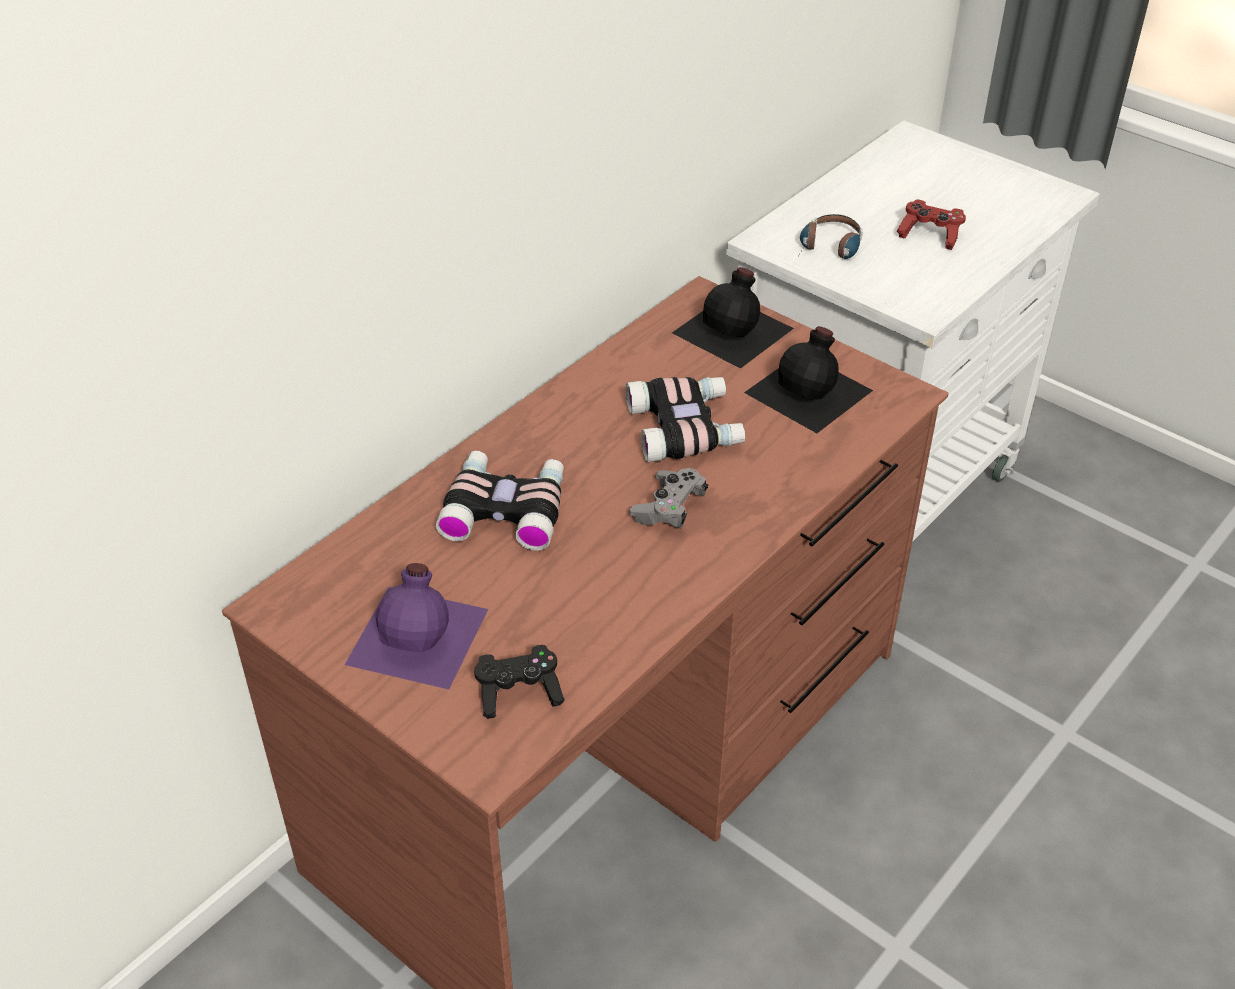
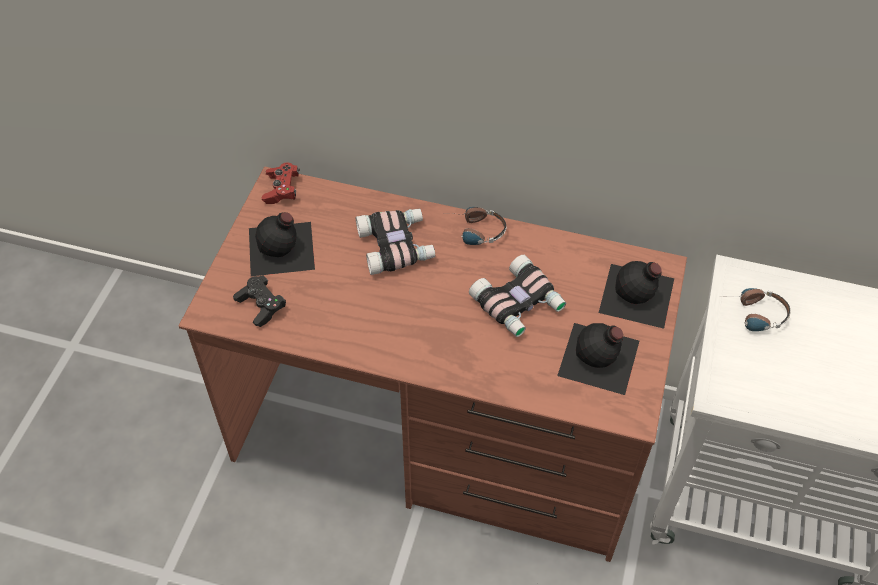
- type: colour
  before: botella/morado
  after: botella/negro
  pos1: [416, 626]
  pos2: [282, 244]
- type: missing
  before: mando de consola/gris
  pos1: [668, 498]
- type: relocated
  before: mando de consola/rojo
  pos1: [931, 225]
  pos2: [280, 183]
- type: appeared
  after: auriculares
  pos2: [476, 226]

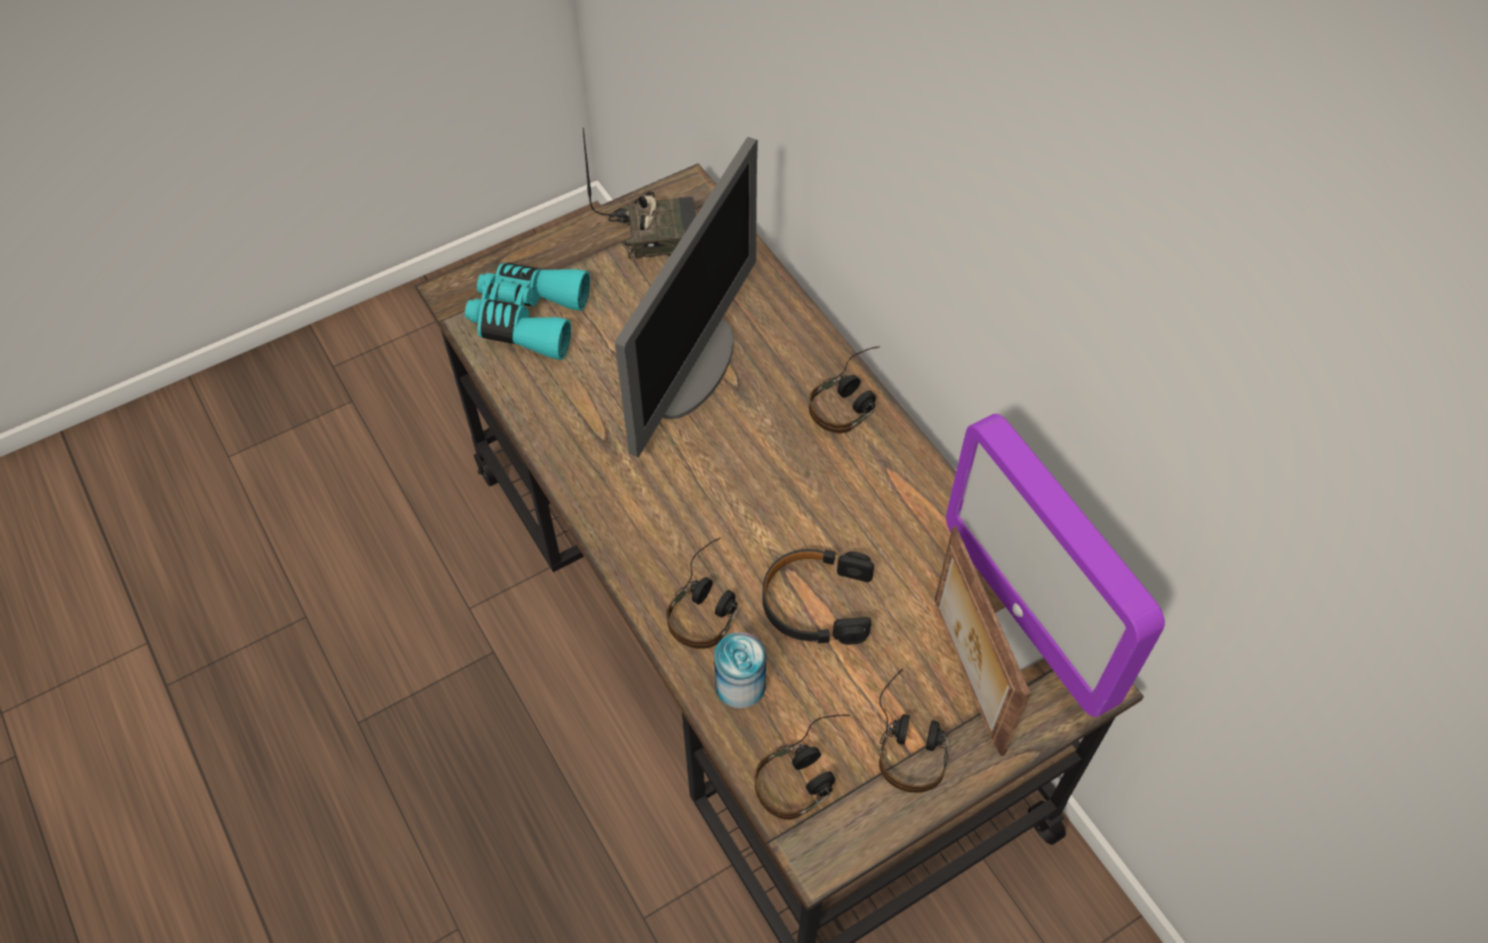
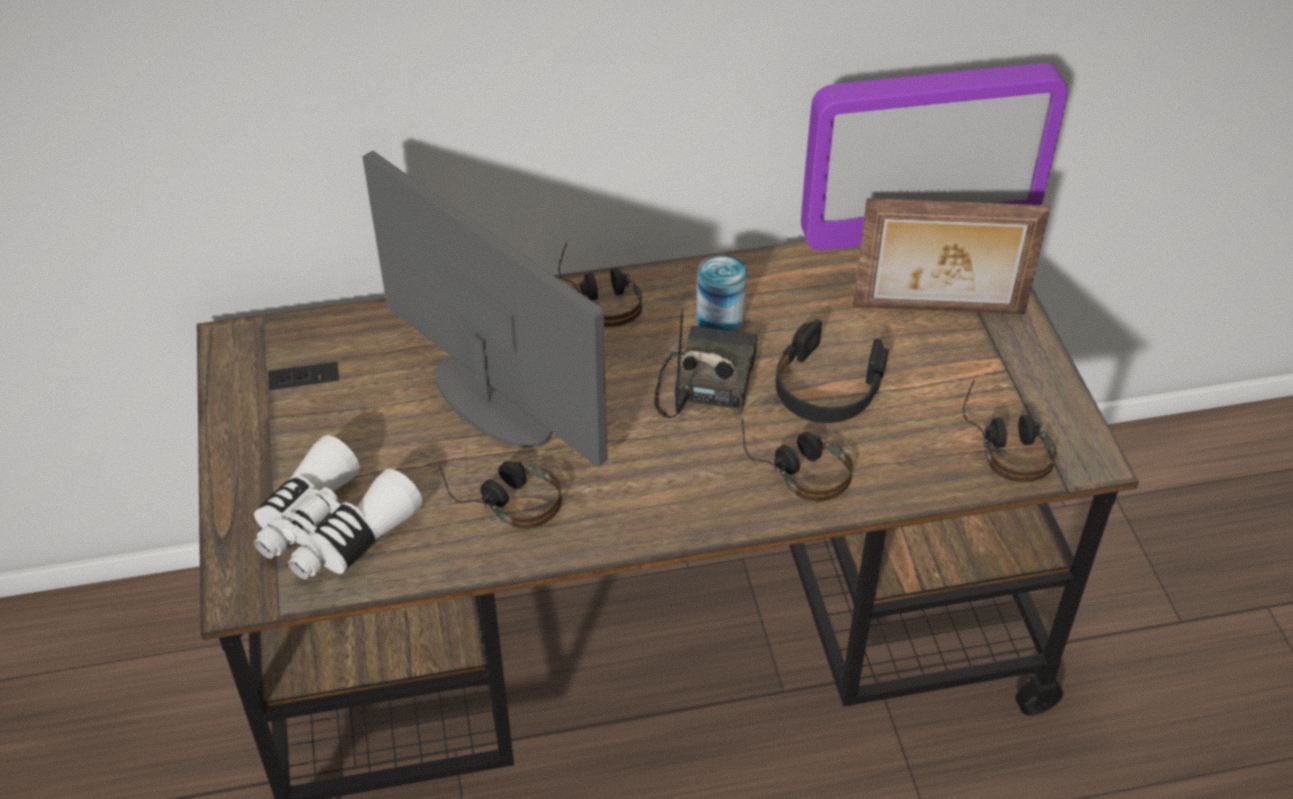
- type: colour
  before: prismáticos/turquesa
  after: prismáticos/blanco
  pos1: [527, 311]
  pos2: [338, 507]
- type: relocated
  before: radio
  pos1: [639, 193]
  pos2: [706, 363]
- type: relocated
  before: lata
  pos1: [740, 670]
  pos2: [722, 293]
- type: relocated
  before: auriculares
  pos1: [913, 731]
  pos2: [500, 495]

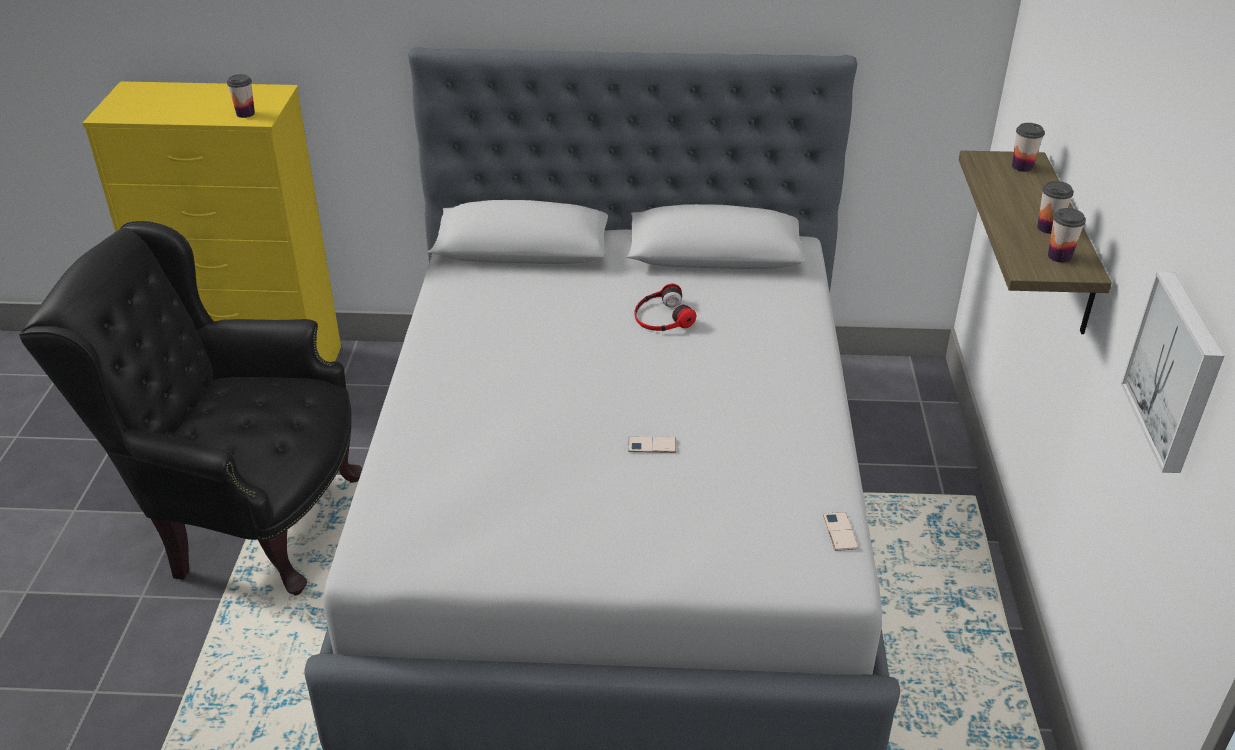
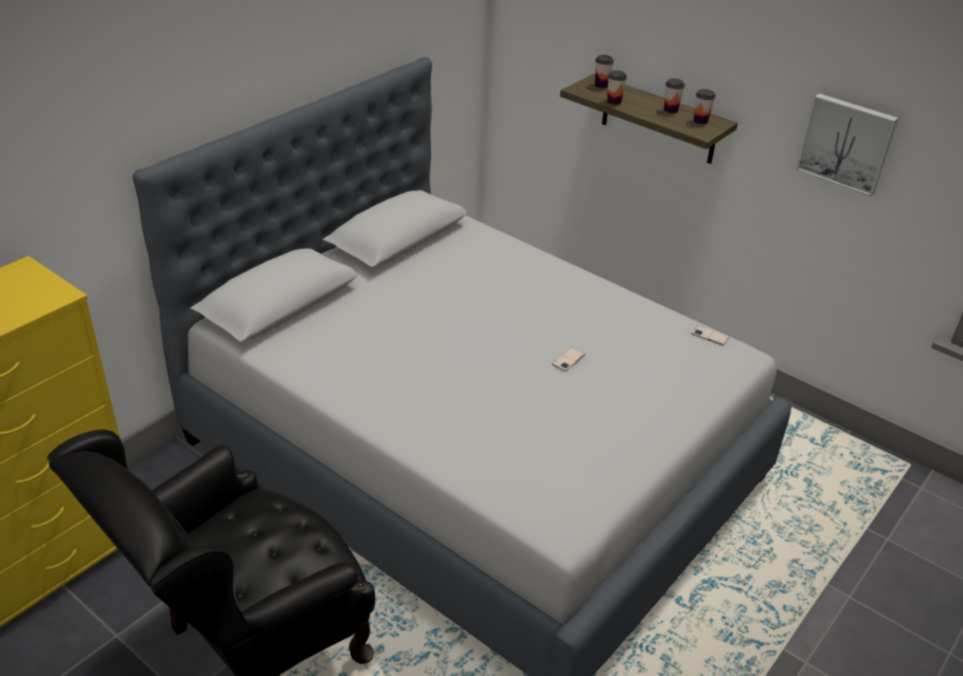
- type: relocated
  before: taza
  pos1: [241, 96]
  pos2: [617, 87]
- type: missing
  before: auriculares
  pos1: [665, 307]

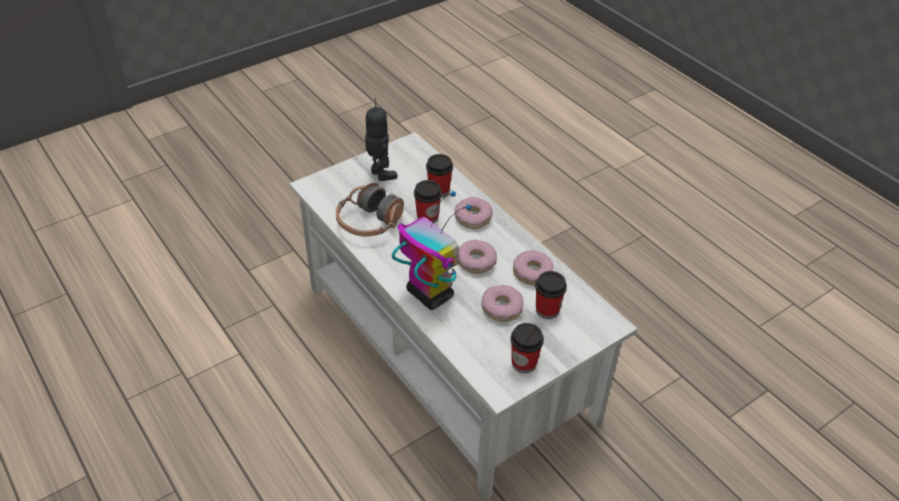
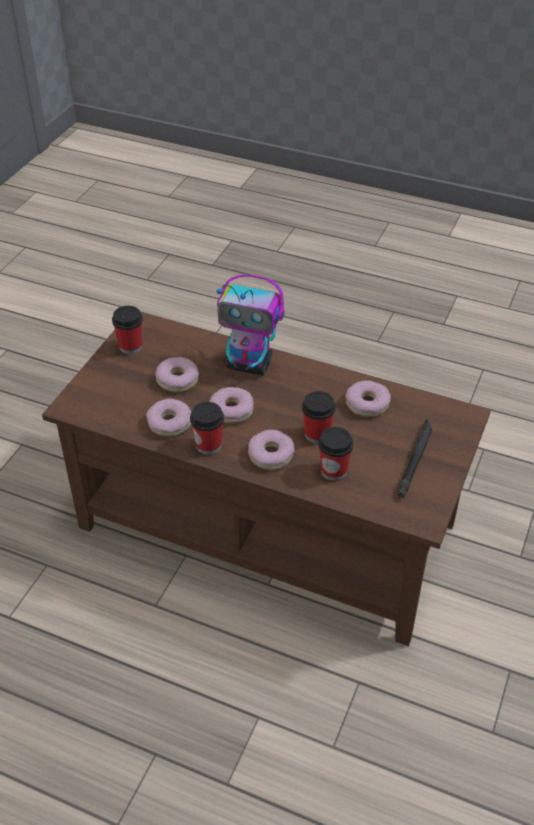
- type: colour
  before: mesa de centro/blanco
  after: mesa de centro/marrón
  pos1: [463, 316]
  pos2: [266, 479]
- type: exchanged
  before: auriculares
  after: rosquilla
  pos1: [370, 210]
  pos2: [368, 398]
- type: exchanged
  before: robot de juguete
  after: linterna/negro
  pos1: [381, 139]
  pos2: [414, 459]
- type: relocated
  before: taza
  pos1: [551, 295]
  pos2: [207, 428]

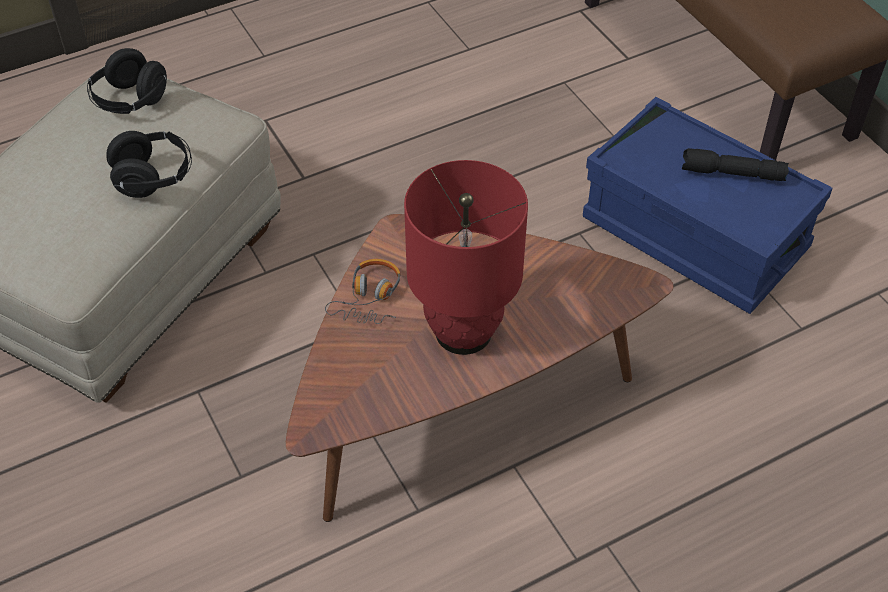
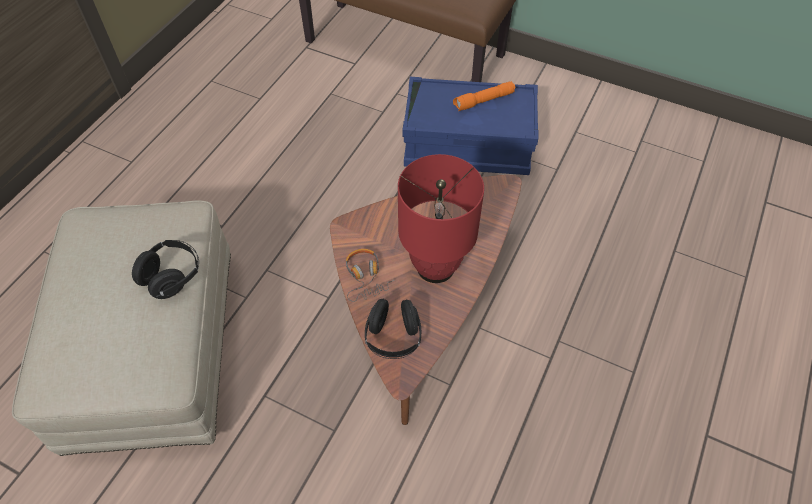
- type: relocated
  before: auriculares/negro
  pos1: [127, 81]
  pos2: [393, 329]
- type: colour
  before: linterna/negro
  after: linterna/naranja
  pos1: [735, 164]
  pos2: [484, 96]

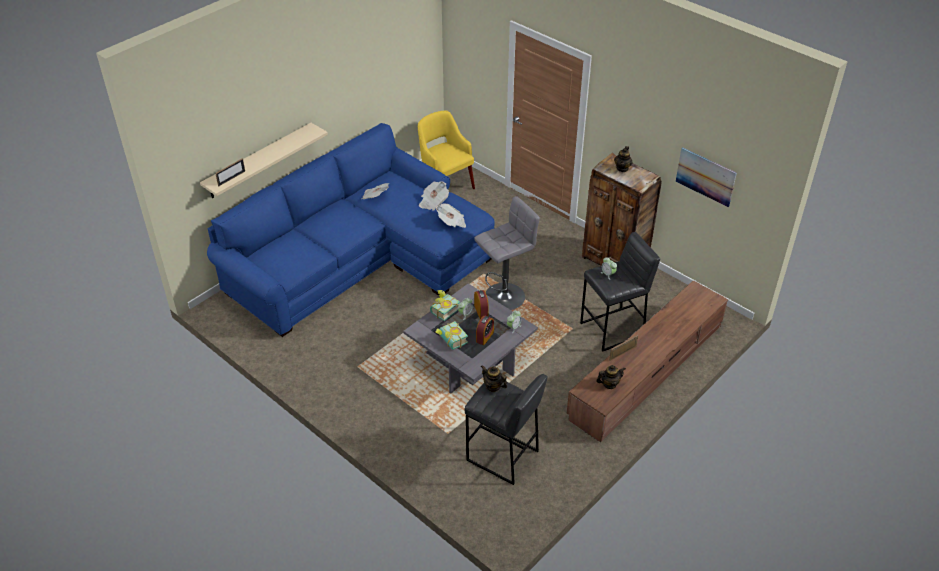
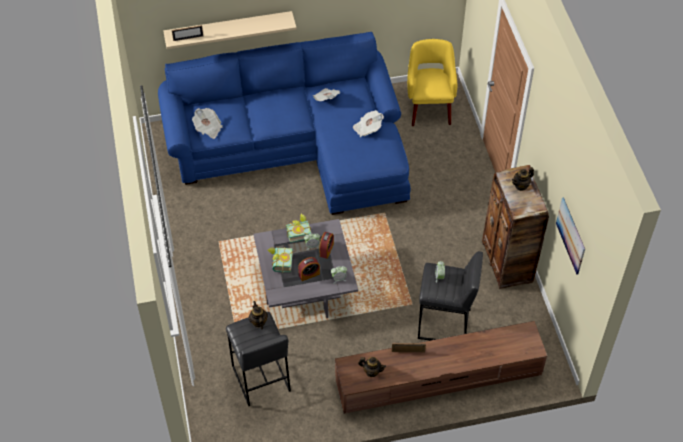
- type: relocated
  before: periódico
  pos1: [451, 216]
  pos2: [207, 123]
- type: missing
  before: taburete/gris
  pos1: [507, 253]

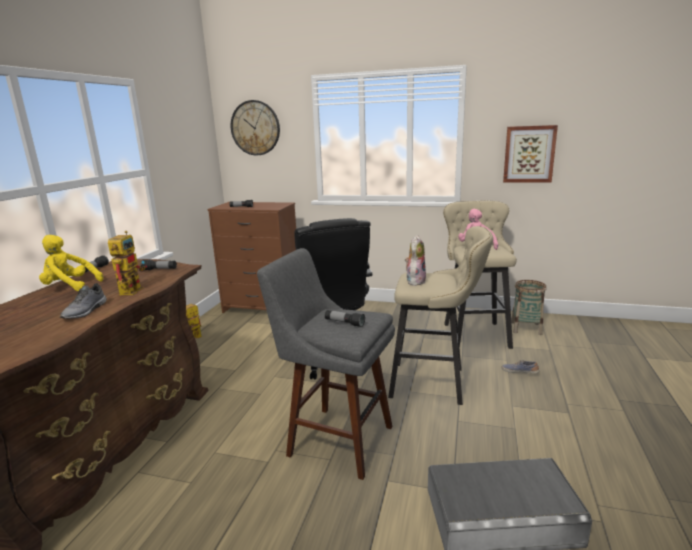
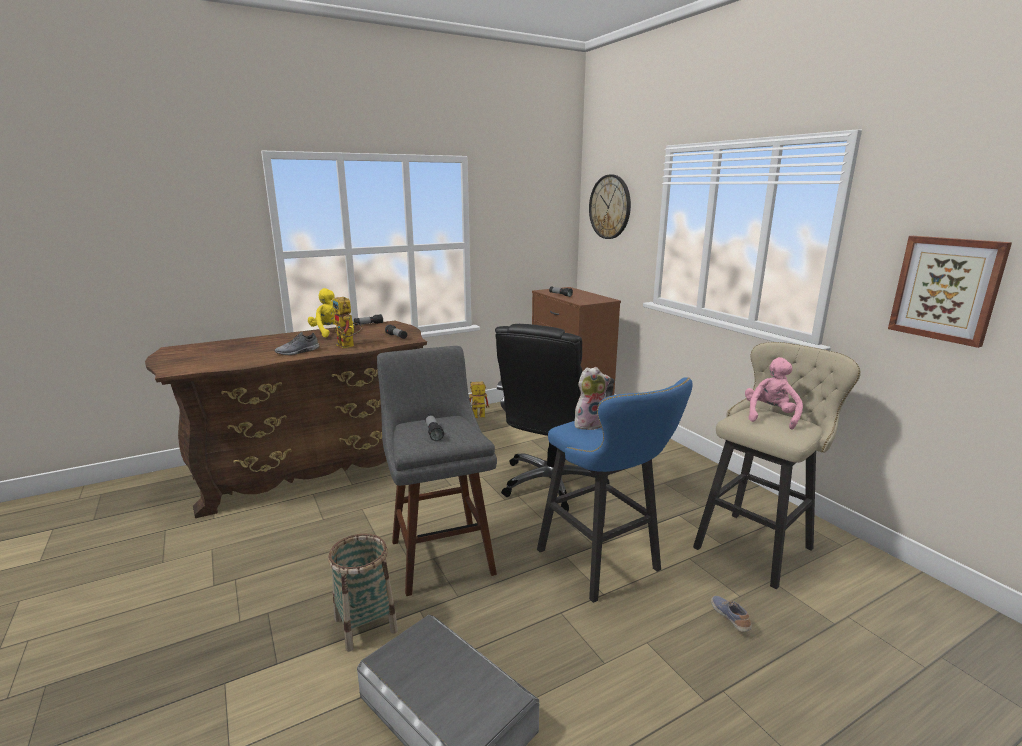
- type: spun
  before: robot de juguete
  pos1: [126, 263]
  pos2: [347, 323]
  turn: 90
- type: colour
  before: taburete/beis
  after: taburete/azul
  pos1: [440, 315]
  pos2: [614, 490]
- type: relocated
  before: cesta
  pos1: [529, 307]
  pos2: [363, 592]

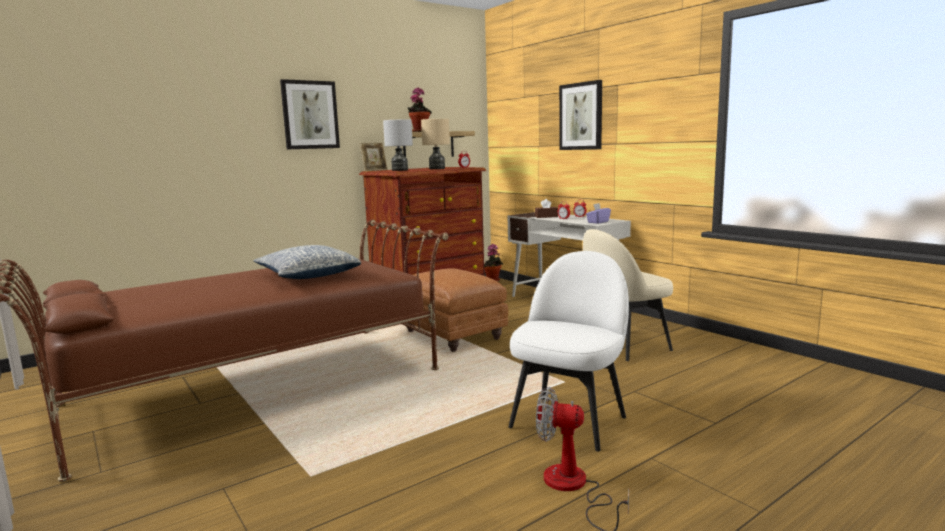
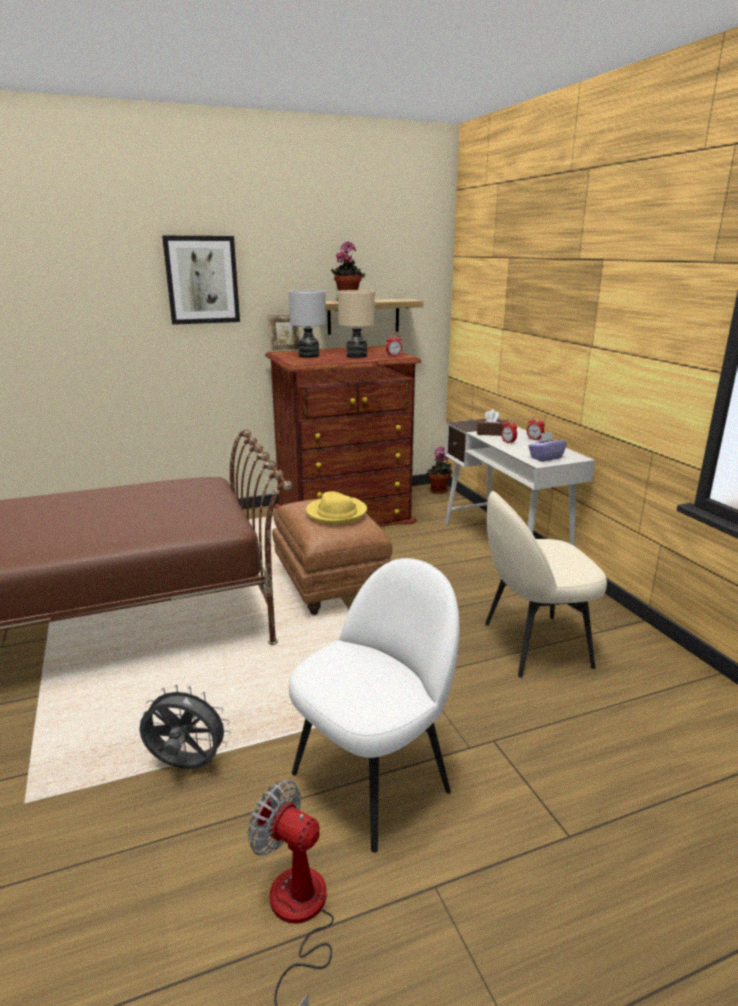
- type: missing
  before: cojín
  pos1: [307, 262]
- type: missing
  before: cuadro
  pos1: [580, 115]
- type: appeared
  after: ventilador/gris
  pos2: [185, 727]
- type: appeared
  after: sombrero/amarillo
  pos2: [336, 507]

